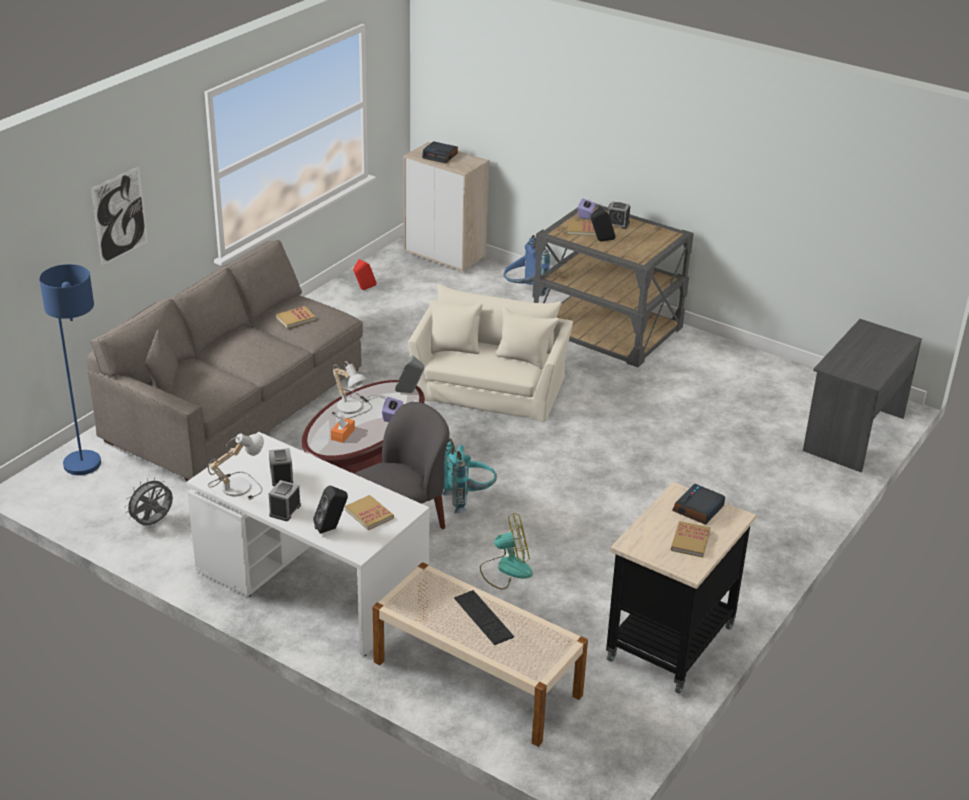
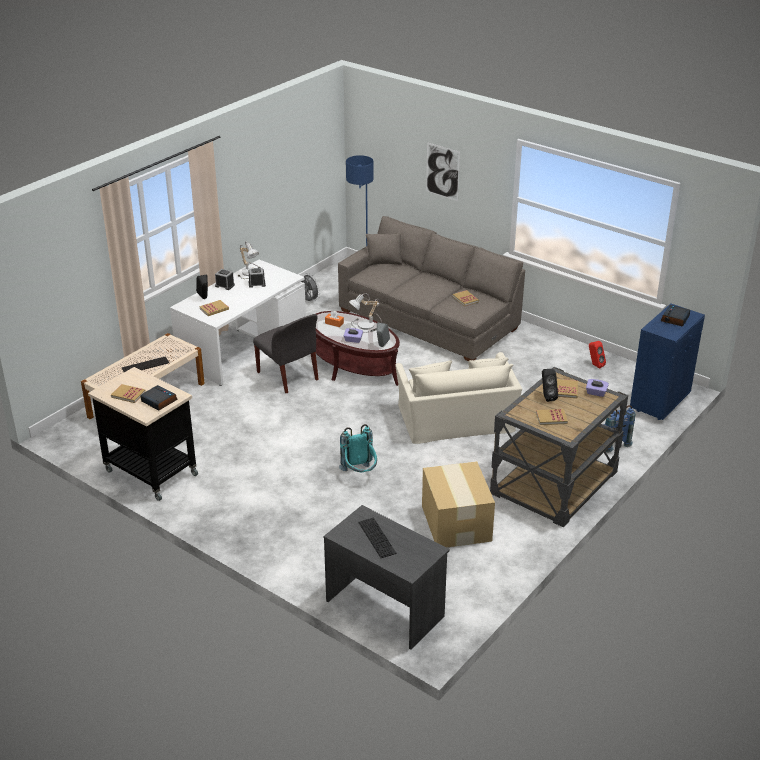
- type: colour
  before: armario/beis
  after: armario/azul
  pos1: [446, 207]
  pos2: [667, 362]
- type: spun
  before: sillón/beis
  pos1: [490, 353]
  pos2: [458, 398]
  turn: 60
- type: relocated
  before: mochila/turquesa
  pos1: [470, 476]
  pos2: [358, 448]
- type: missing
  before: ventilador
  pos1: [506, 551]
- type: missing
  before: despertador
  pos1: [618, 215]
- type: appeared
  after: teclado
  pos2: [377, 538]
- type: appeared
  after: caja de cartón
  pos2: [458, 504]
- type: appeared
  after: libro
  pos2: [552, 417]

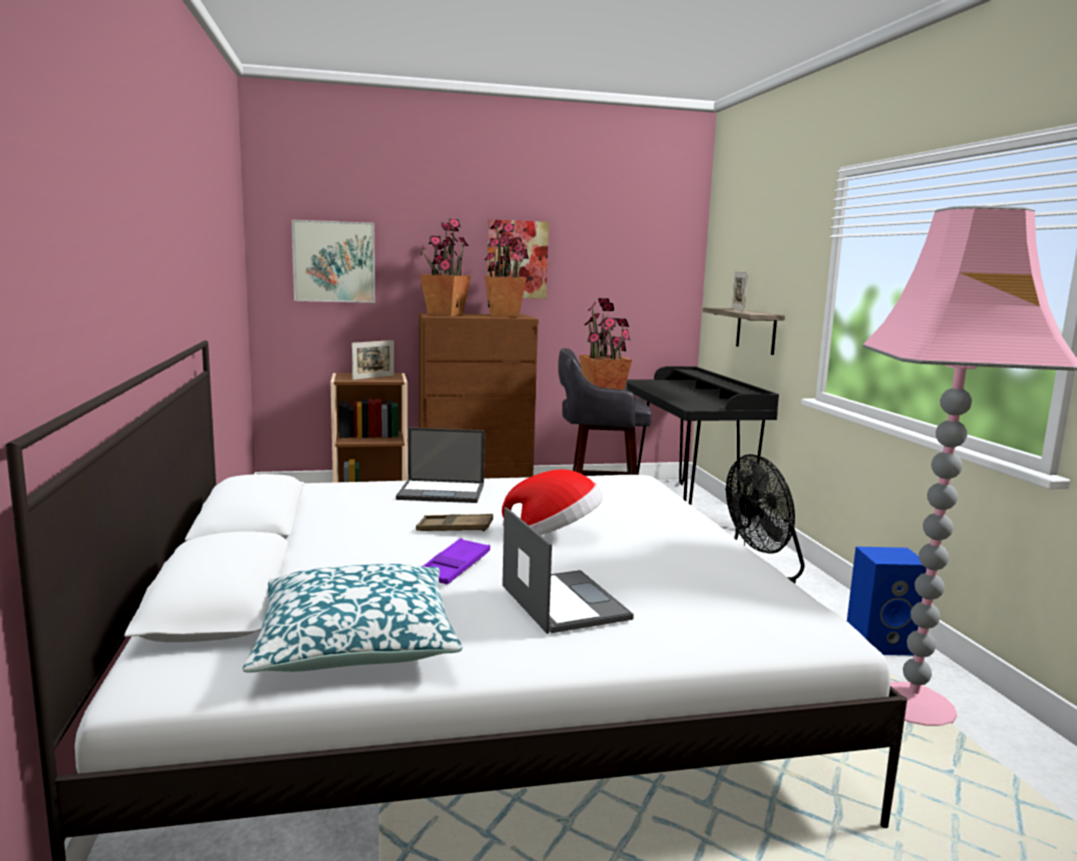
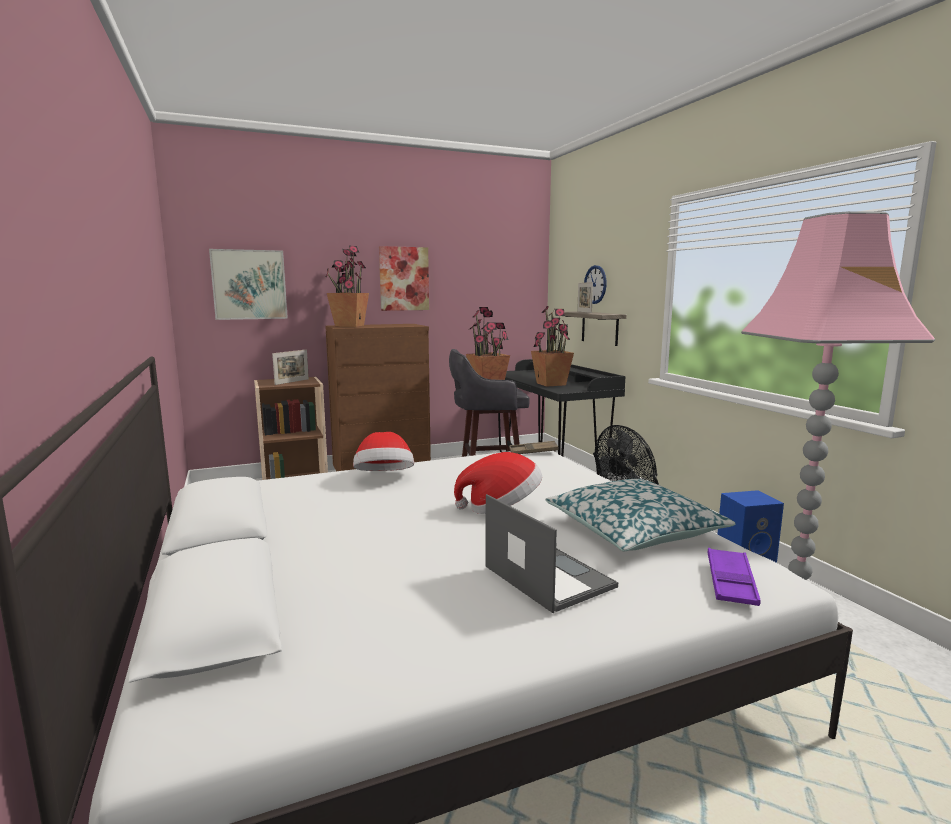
- type: relocated
  before: cojín
  pos1: [352, 618]
  pos2: [640, 515]
- type: exchanged
  before: portátil
  after: sombrero
  pos1: [440, 465]
  pos2: [383, 451]
- type: relocated
  before: bandeja/marrón
  pos1: [454, 523]
  pos2: [533, 447]
- type: relocated
  before: bandeja/morado
  pos1: [456, 561]
  pos2: [734, 577]
- type: relocated
  before: planta en maceta
  pos1: [506, 268]
  pos2: [552, 346]
- type: appeared
  after: reloj de pared
  pos2: [595, 284]

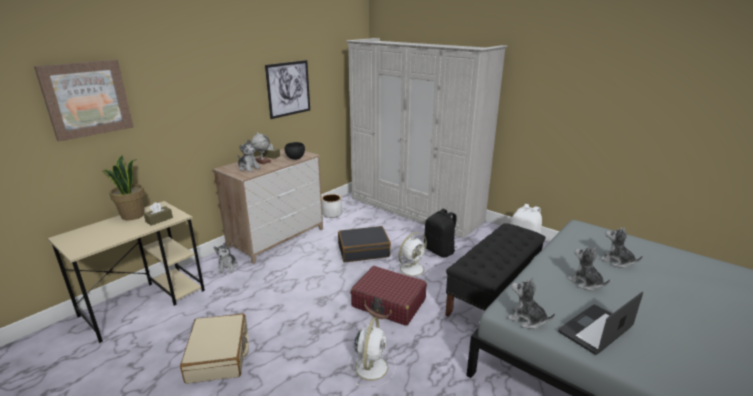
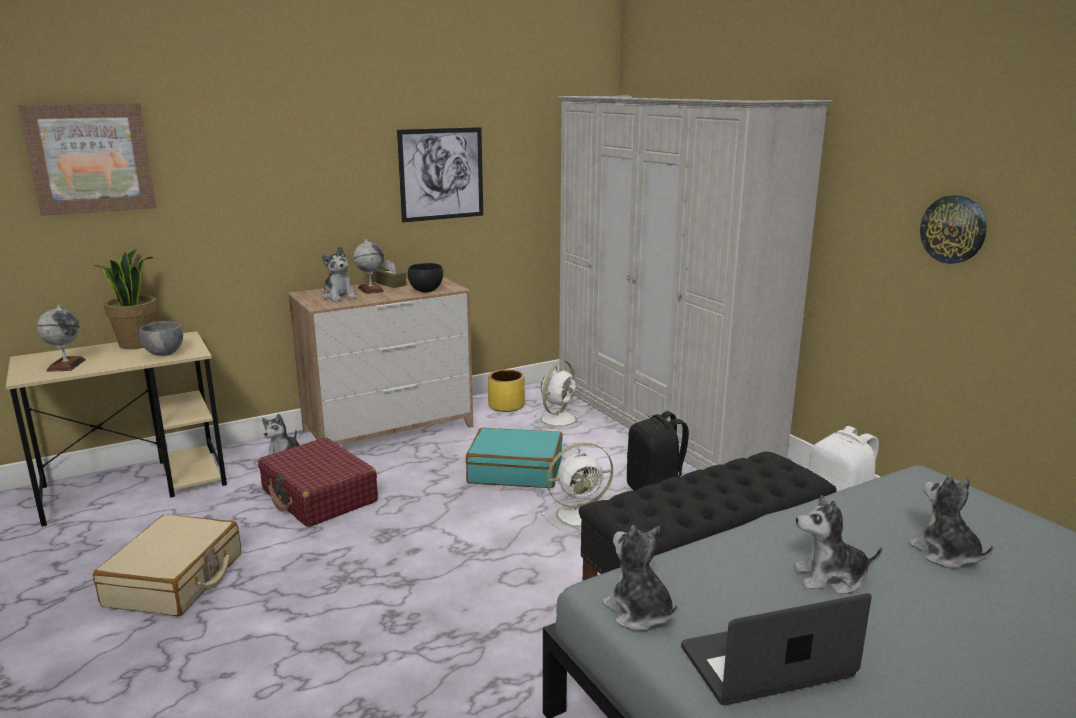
- type: exchanged
  before: caja de pañuelos/marrón
  after: cuenco/gris
  pos1: [158, 214]
  pos2: [161, 338]
- type: colour
  before: maceta/blanco
  after: maceta/amarillo
  pos1: [332, 206]
  pos2: [506, 391]
- type: colour
  before: maleta/negro
  after: maleta/turquesa
  pos1: [364, 244]
  pos2: [514, 458]
- type: relocated
  before: ventilador/blanco
  pos1: [372, 352]
  pos2: [560, 395]
- type: relocated
  before: maleta/rojo
  pos1: [388, 296]
  pos2: [318, 482]
- type: spun
  before: peluche
  pos1: [589, 268]
  pos2: [837, 545]
  turn: -75
- type: appeared
  after: globo terráqueo
  pos2: [61, 338]
- type: appeared
  after: reloj de pared
  pos2: [953, 229]

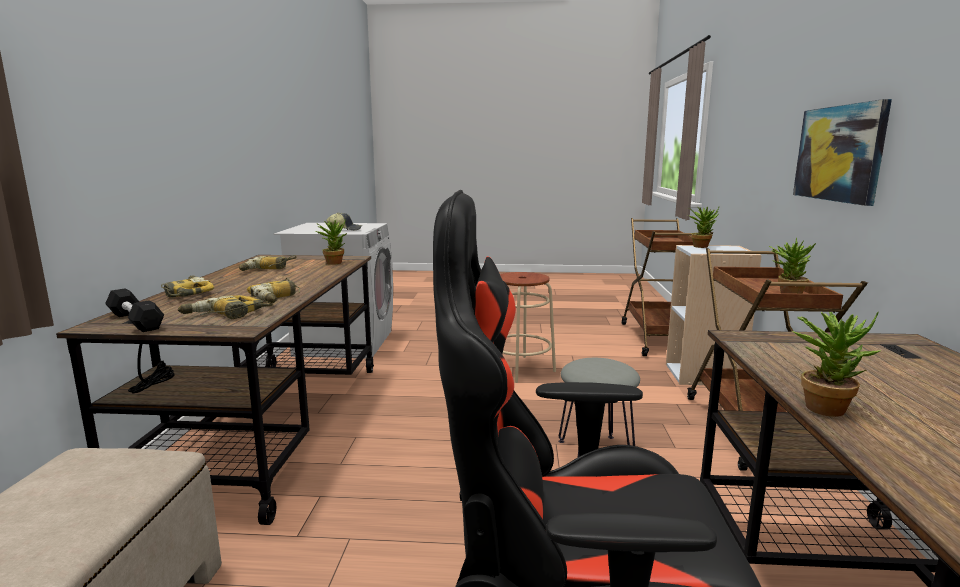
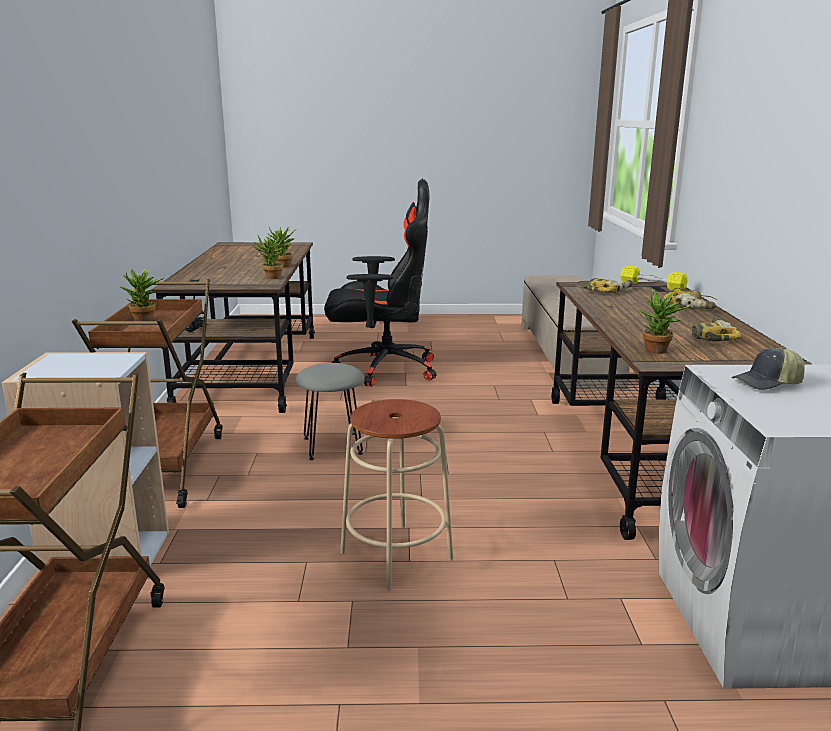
- type: colour
  before: mancuerna/negro
  after: mancuerna/amarillo
  pos1: [134, 310]
  pos2: [653, 278]
- type: missing
  before: taladro
  pos1: [273, 290]
- type: relocated
  before: planta en maceta
  pos1: [703, 227]
  pos2: [268, 257]
- type: missing
  before: cuadro
  pos1: [842, 152]

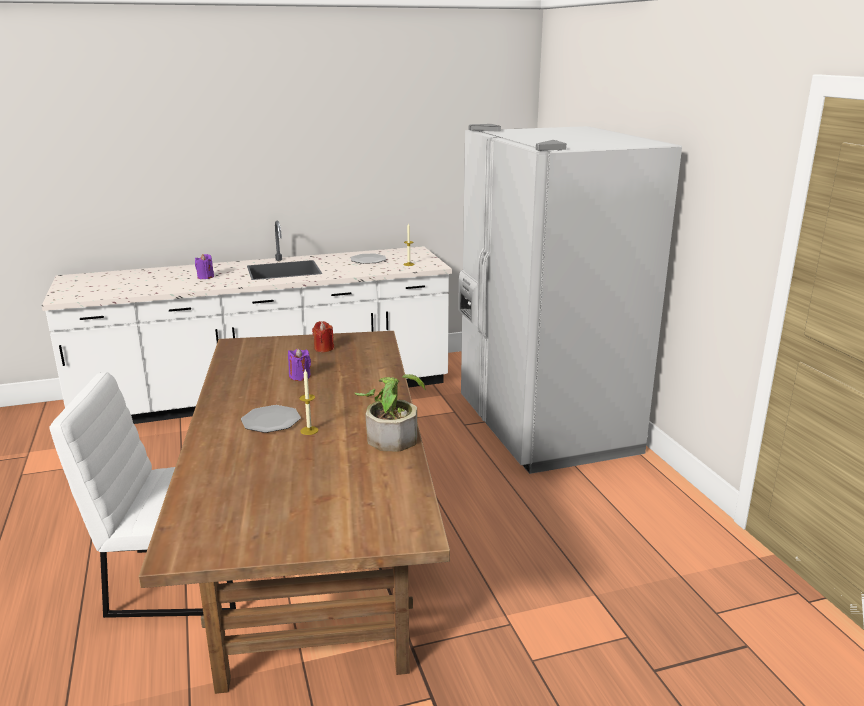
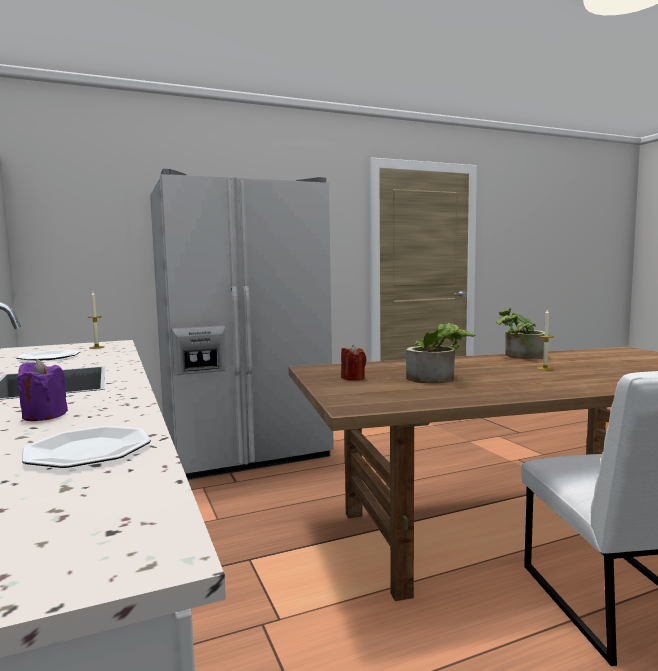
- type: relocated
  before: plato
  pos1: [271, 419]
  pos2: [86, 447]
- type: exchanged
  before: vela/morado
  after: planta en maceta
  pos1: [299, 364]
  pos2: [441, 353]

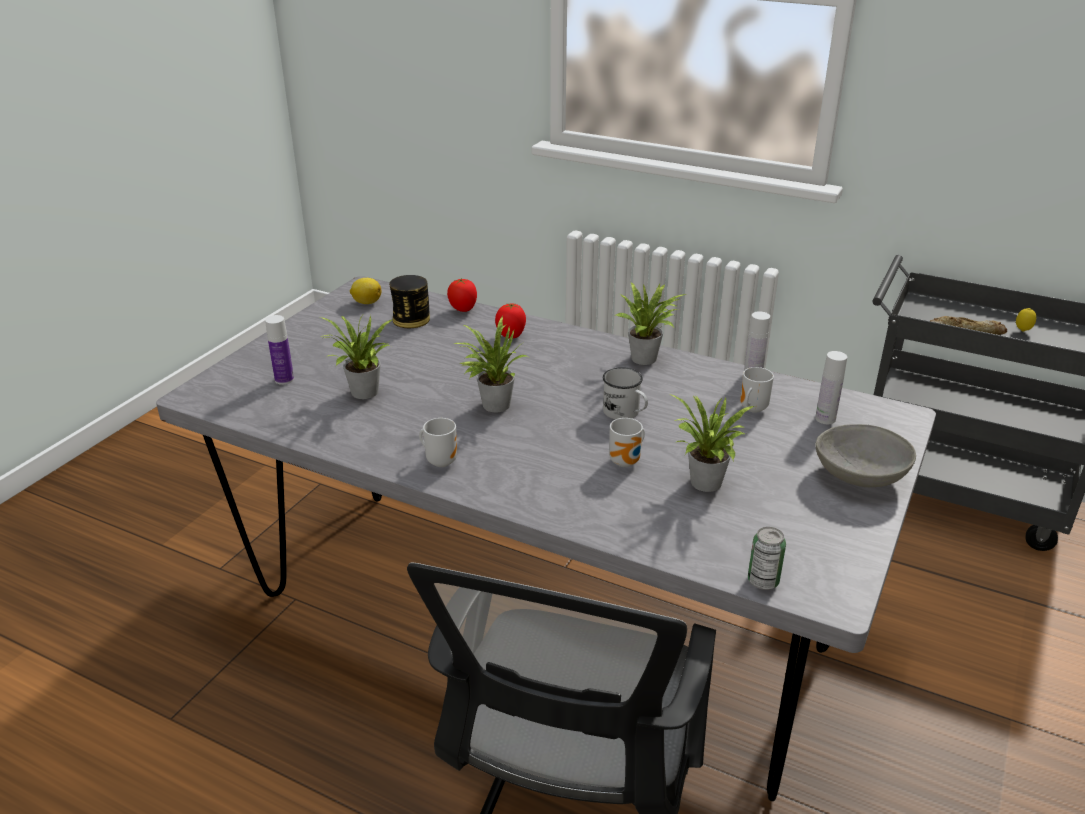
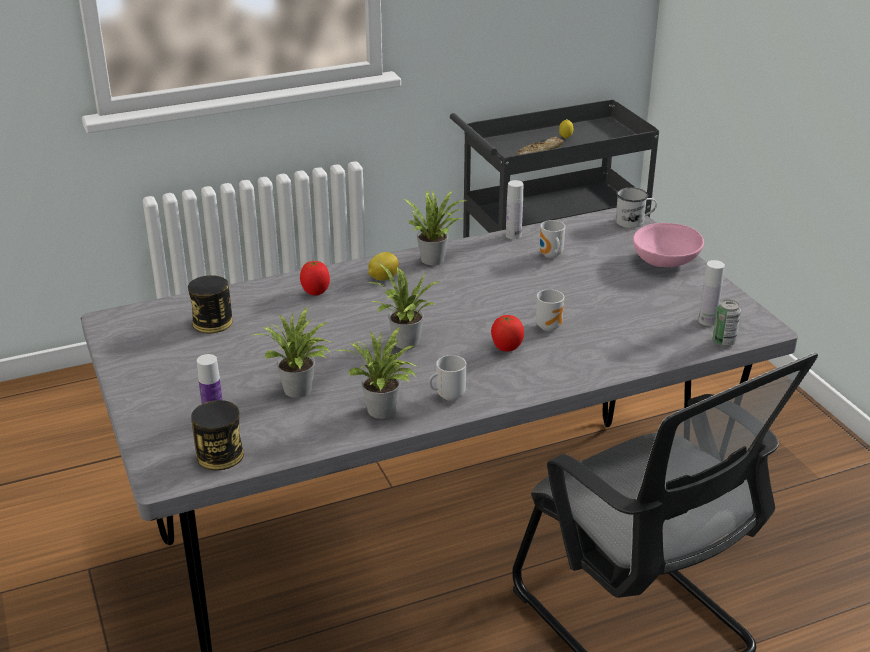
- type: relocated
  before: limón
  pos1: [365, 291]
  pos2: [383, 266]
- type: relocated
  before: tomate
  pos1: [462, 295]
  pos2: [507, 333]
- type: relocated
  before: taza grande/blanco
  pos1: [625, 393]
  pos2: [636, 207]
- type: relocated
  before: planta en maceta
  pos1: [710, 442]
  pos2: [377, 373]
- type: relocated
  before: botella/blanco
  pos1: [831, 387]
  pos2: [711, 293]
- type: colour
  before: cuenco/gris
  after: cuenco/rosa
  pos1: [865, 455]
  pos2: [668, 245]
- type: appeared
  after: lata
  pos2: [217, 435]

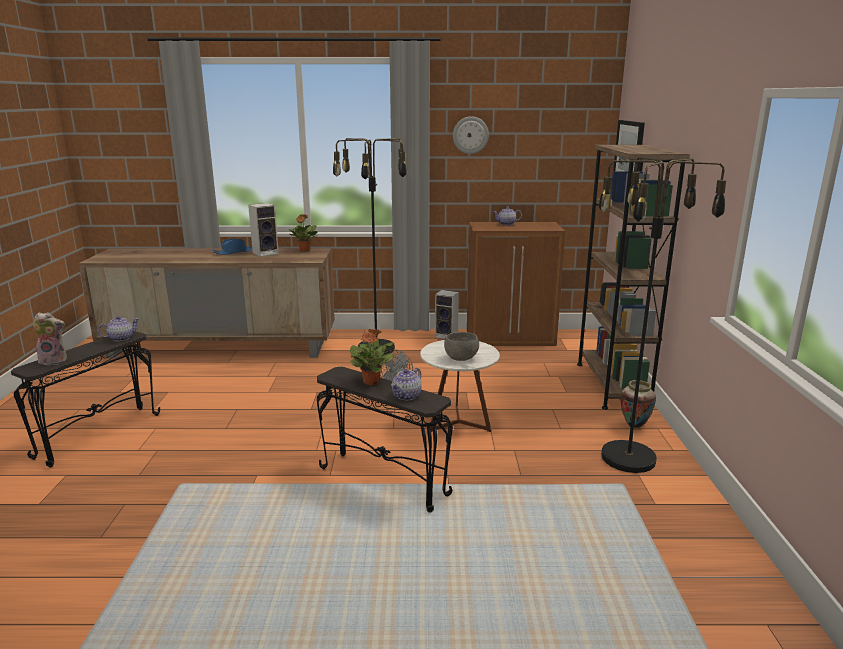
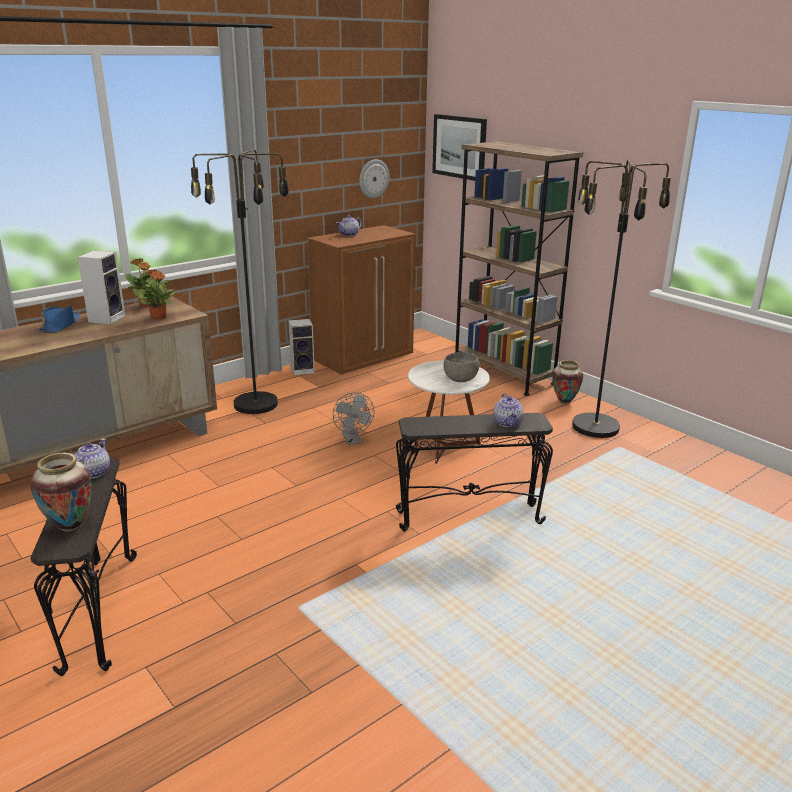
- type: exchanged
  before: peluche
  after: florero
  pos1: [50, 339]
  pos2: [60, 492]
- type: relocated
  before: planta en maceta
  pos1: [372, 357]
  pos2: [153, 294]
- type: relocated
  before: reloj de pared
  pos1: [471, 135]
  pos2: [374, 178]

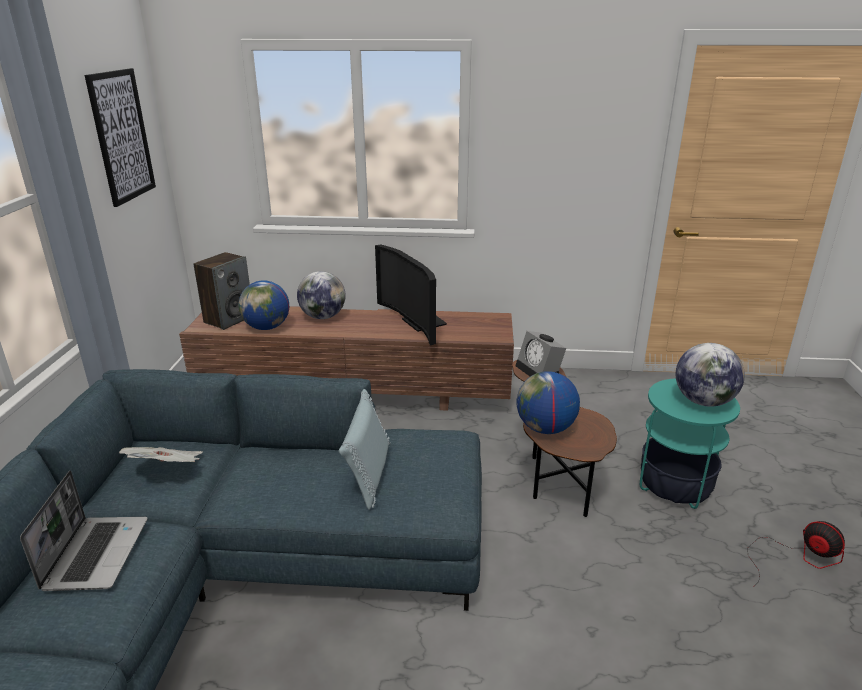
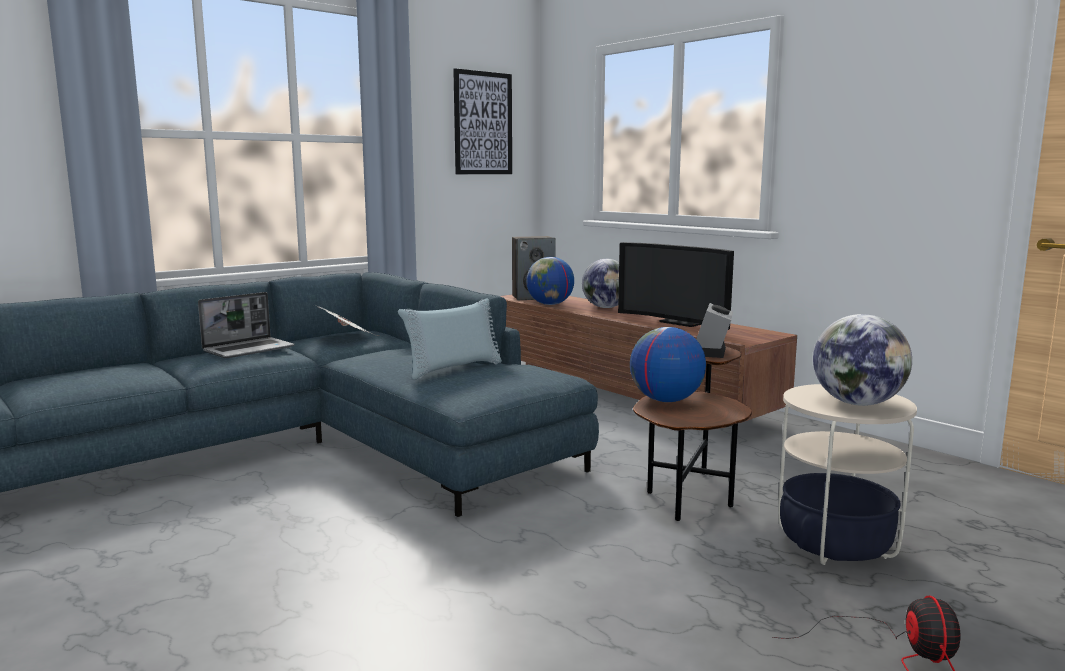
- type: spun
  before: televisor
  pos1: [411, 294]
  pos2: [676, 286]
  turn: -60
- type: colour
  before: mesa auxiliar/turquesa
  after: mesa auxiliar/beis
  pos1: [690, 443]
  pos2: [847, 474]

